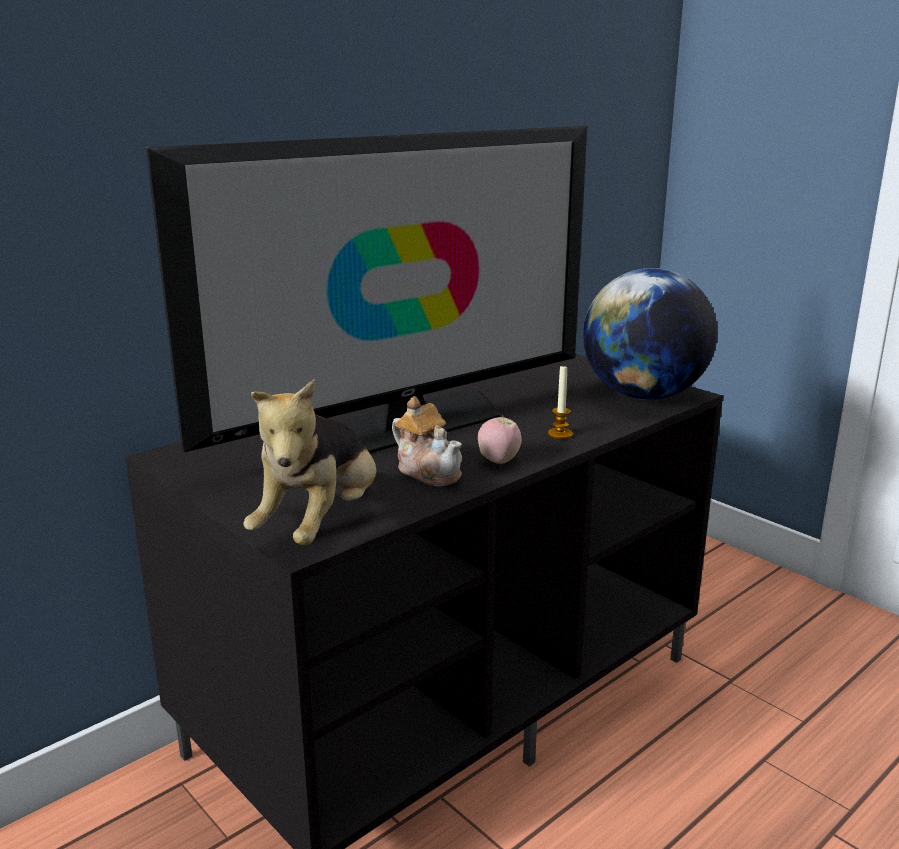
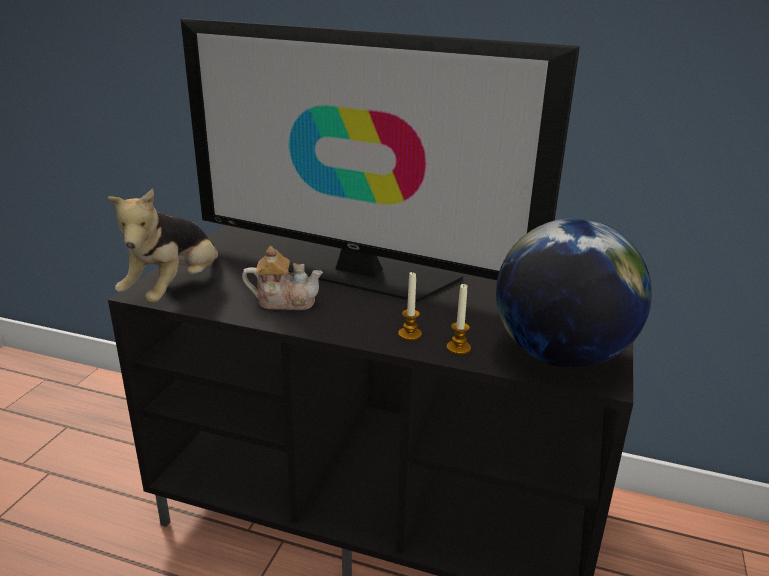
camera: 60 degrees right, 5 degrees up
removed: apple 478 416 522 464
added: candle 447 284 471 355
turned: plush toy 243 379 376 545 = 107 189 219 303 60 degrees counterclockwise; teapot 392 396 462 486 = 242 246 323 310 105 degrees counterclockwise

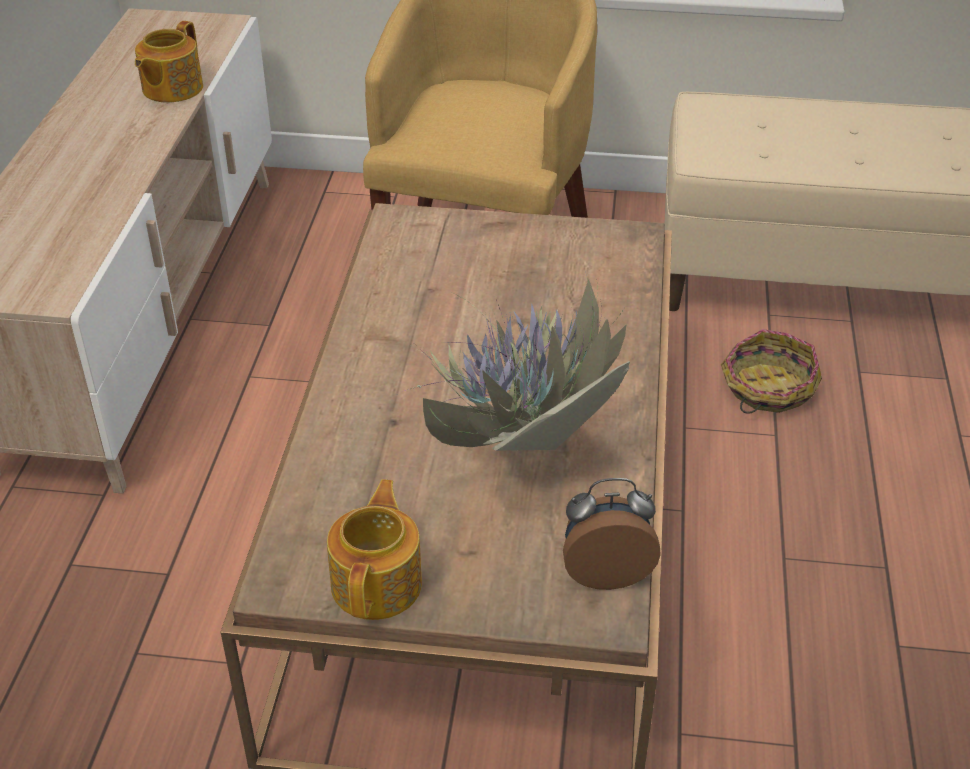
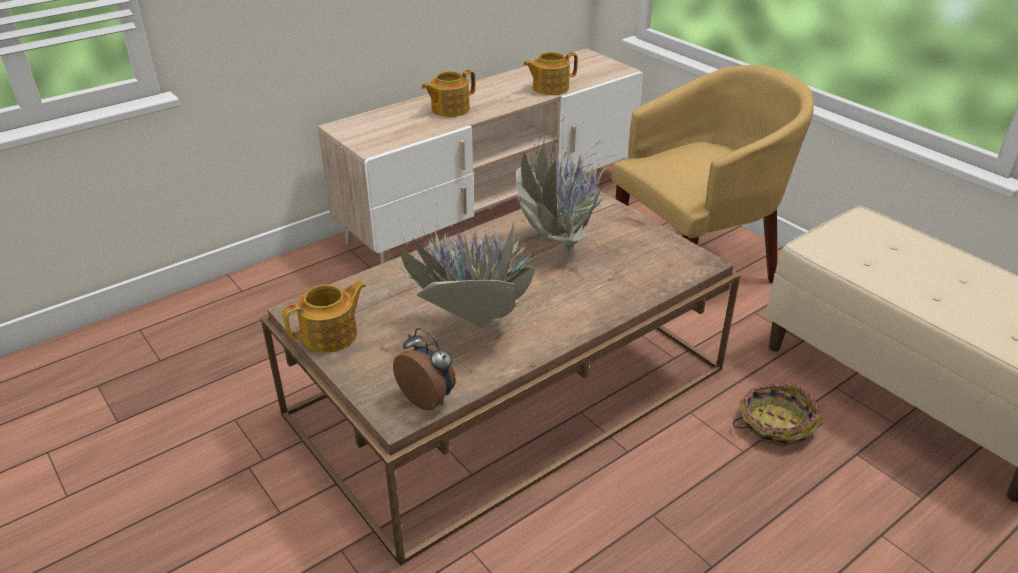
camera: 45 degrees right, 5 degrees down
added: teapot 422 70 475 117; potted plant 516 109 647 254

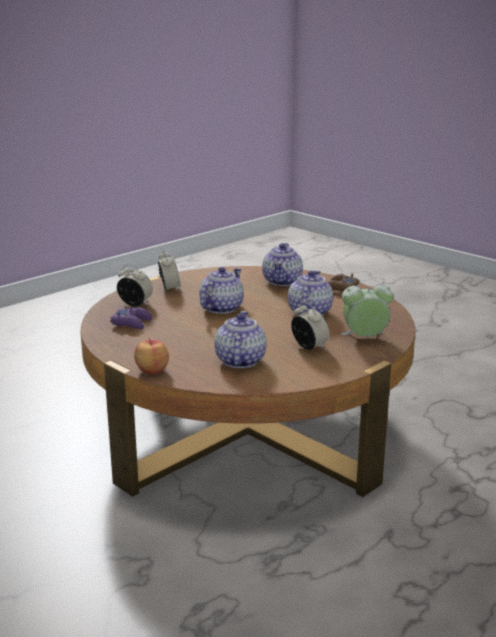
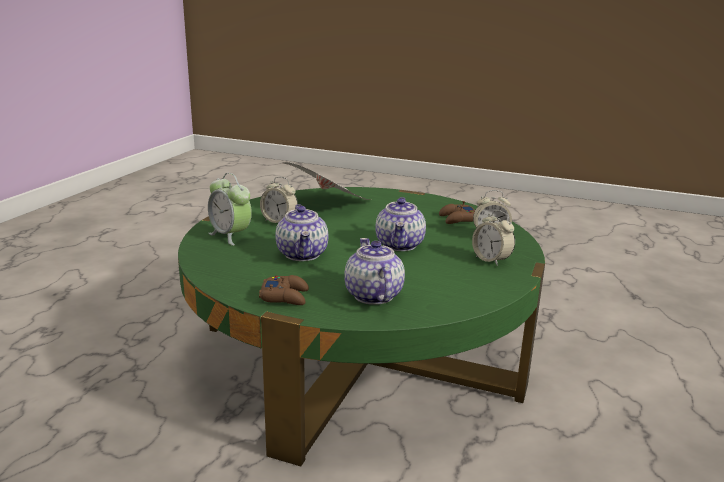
camera: 155 degrees right, 0 degrees up
removed: apple 134 338 169 374
replaced: teapot 215 311 267 368 to newspaper 284 162 369 200
recoloured: coffee table/brown 81 266 415 497 to coffee table/green 178 187 545 466; game controller/purple 110 307 152 329 to game controller/brown 439 201 475 224
turned: alarm clock 342 279 394 337 = 208 173 252 246 75 degrees clockwise

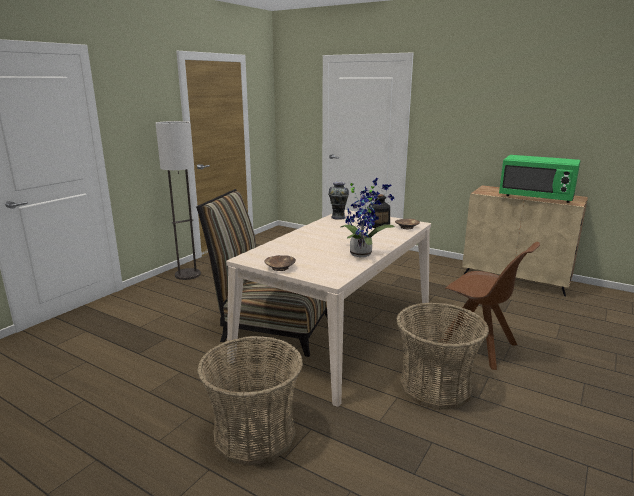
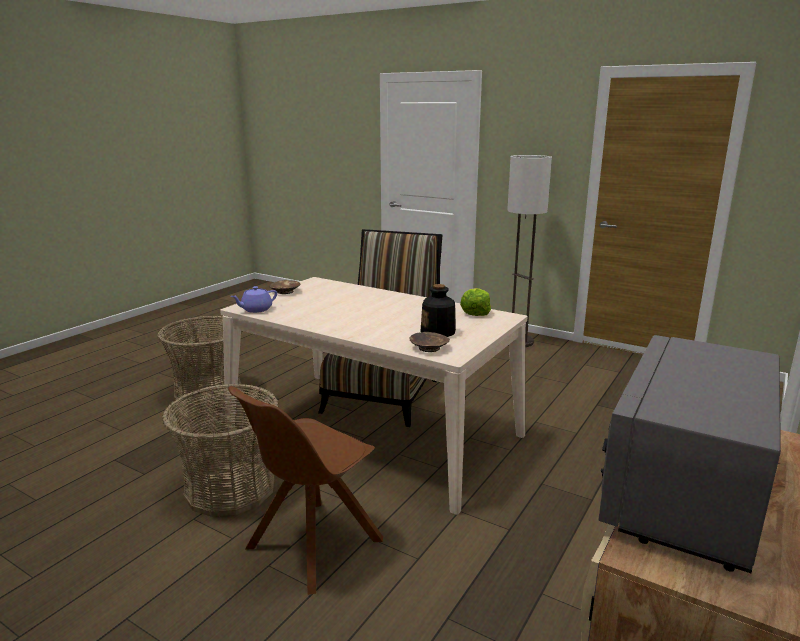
camera: 90 degrees right, 0 degrees up
removed: potted plant 341 178 395 257
added: teapot/purple 231 286 277 313
replaced: vase 328 182 349 220 to lettuce 460 288 491 316
recoloured: microwave/green 499 155 580 203 to microwave/grey 598 335 781 573

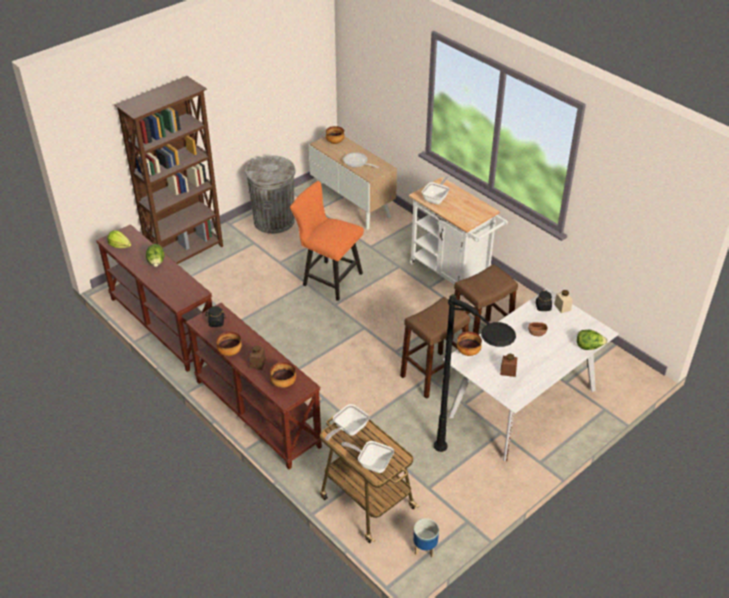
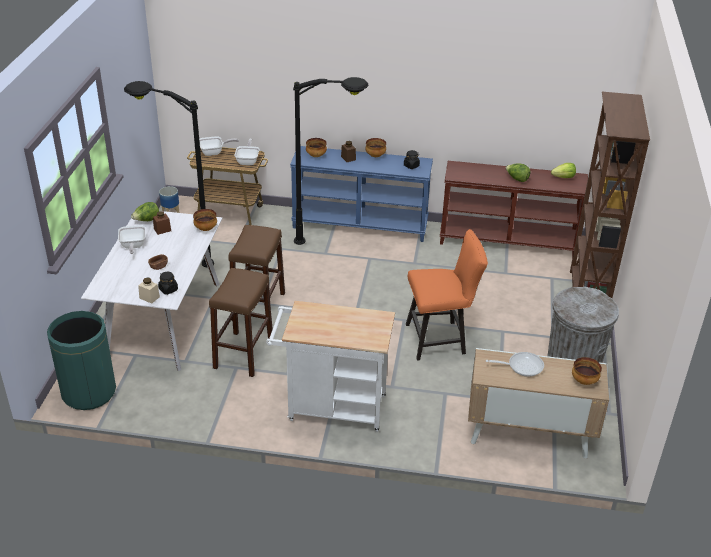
camera: 140 degrees right, 5 degrees down
added: floor lamp/black 293 77 369 245; trash can/green 47 311 116 410
moved: frying pan 422 176 450 204 to 118 225 145 254; lettuce 577 330 608 350 to 131 202 159 221
recoloured: console table/brown 185 303 322 469 to console table/blue 290 146 433 242

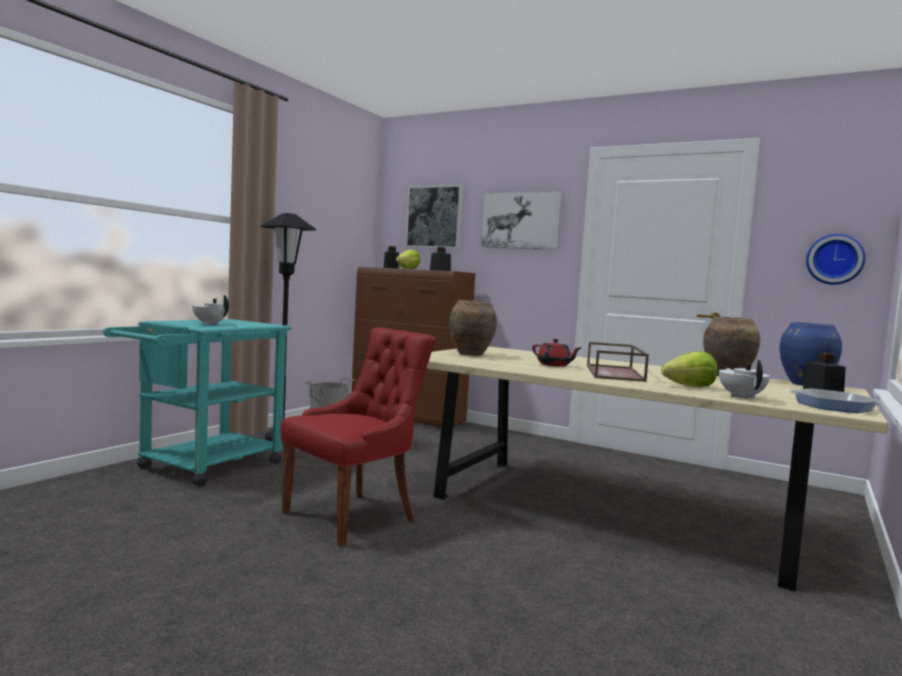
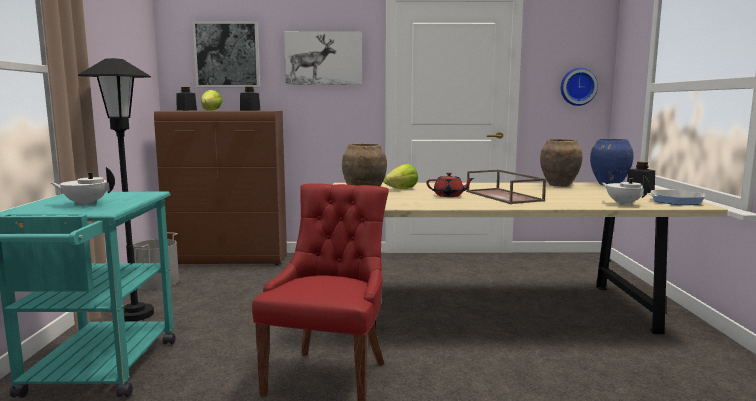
camera: 30 degrees left, 5 degrees up
moved: lettuce 661 351 717 387 to 384 164 418 189

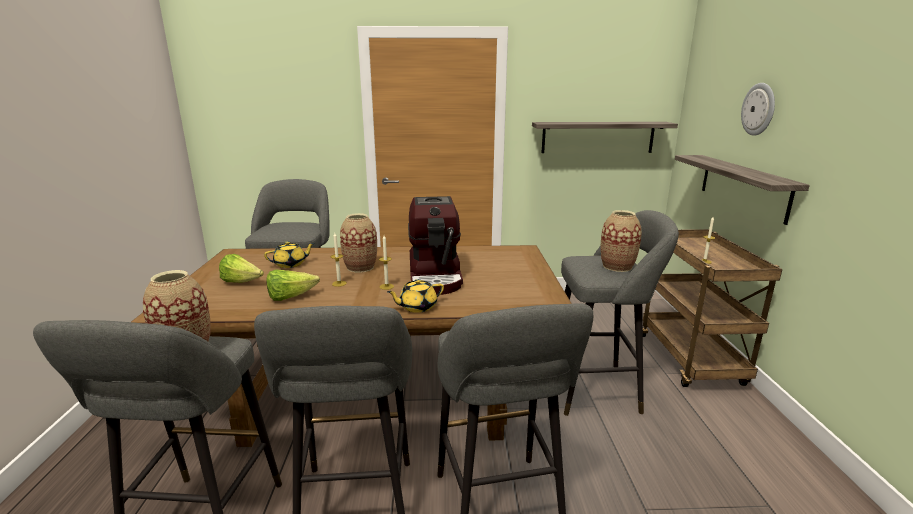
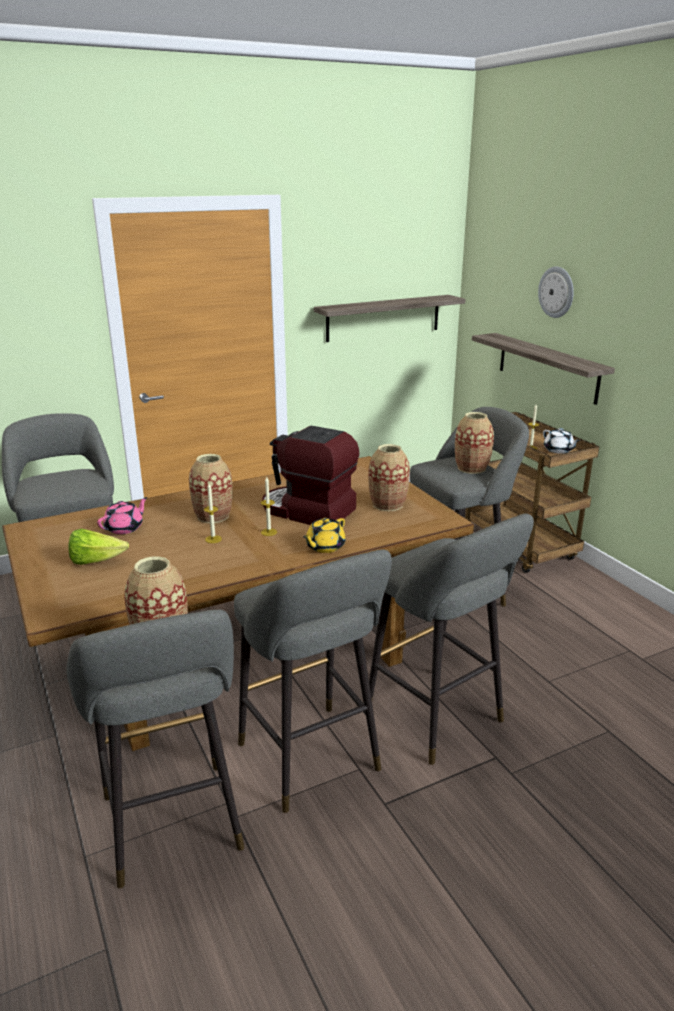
camera: 25 degrees left, 5 degrees up
removed: lettuce 267 269 320 301
added: teapot/white 543 428 580 454; vase 368 444 410 511
recoloured: teapot/yellow 264 241 314 268 to teapot/pink 97 497 148 534
turned: coffee machine 408 196 463 295 = 263 426 359 525 150 degrees clockwise

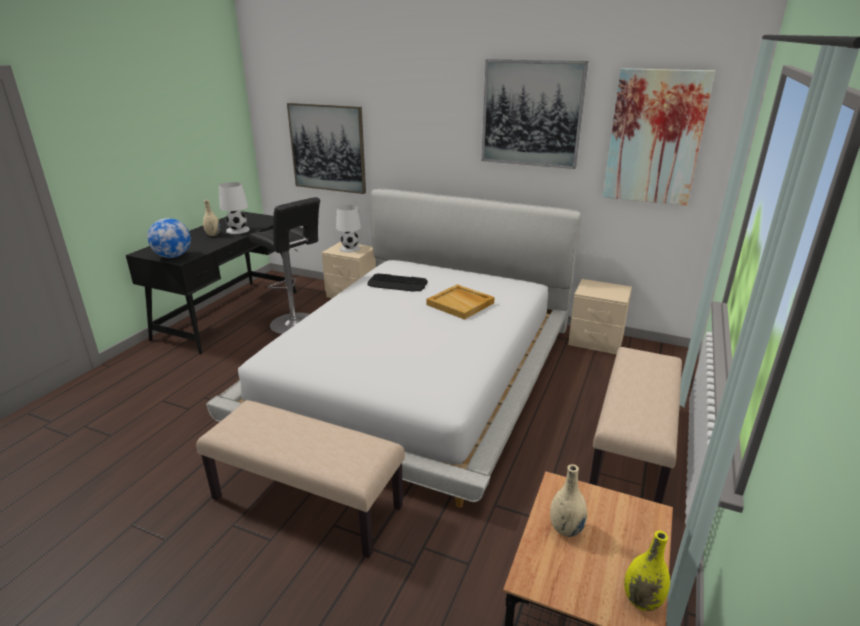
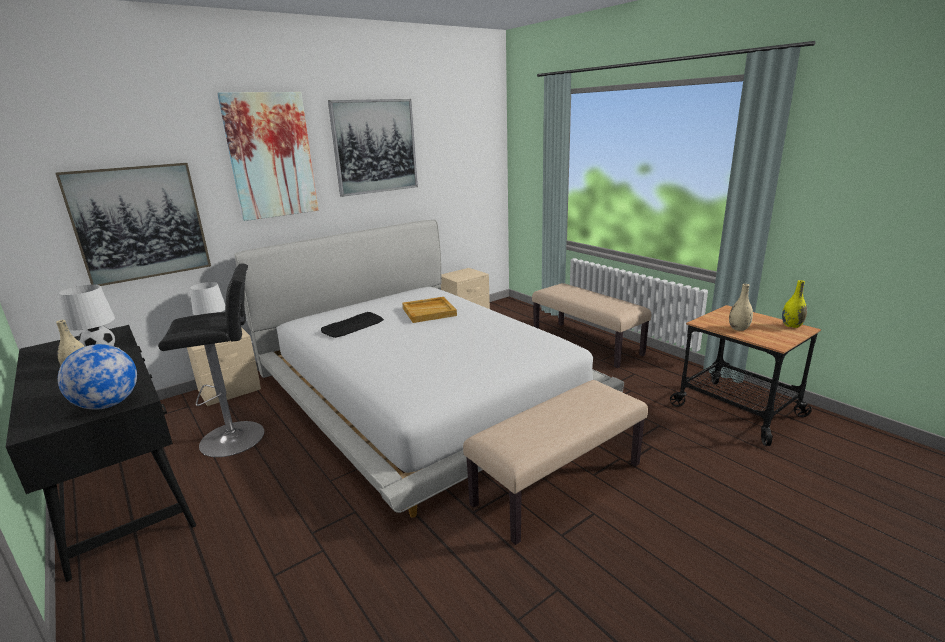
camera: 60 degrees left, 5 degrees down
moved: picture 603 68 715 206 to 217 92 319 221

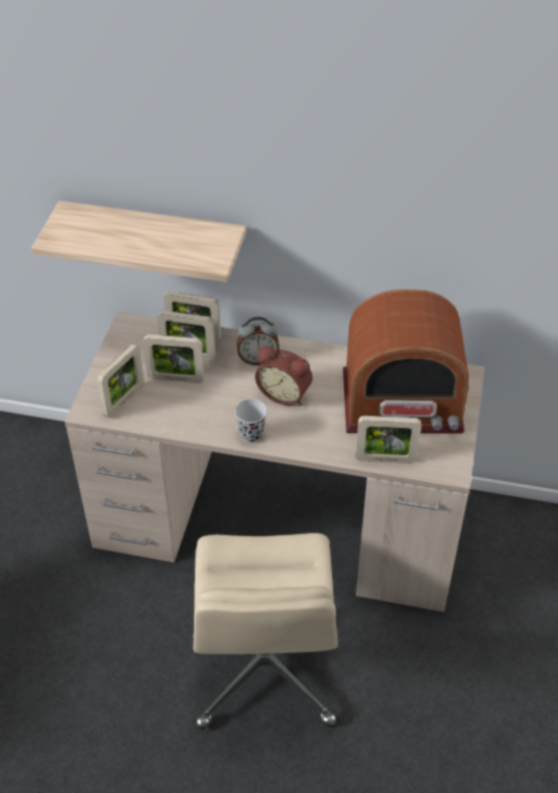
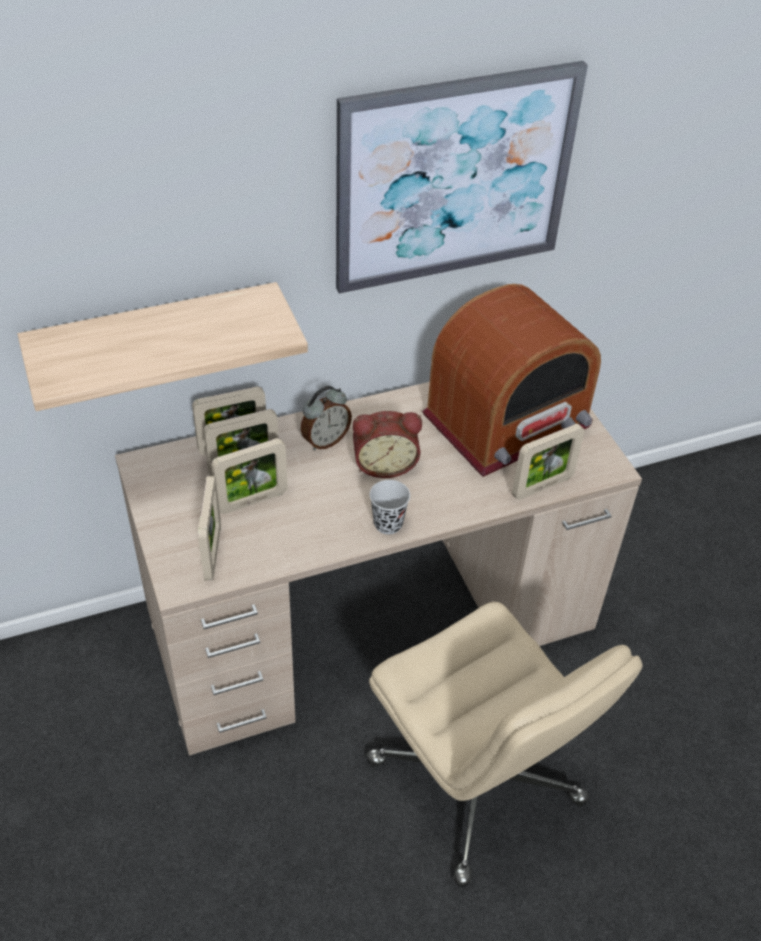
camera: 35 degrees left, 0 degrees up
added: picture 336 61 588 294

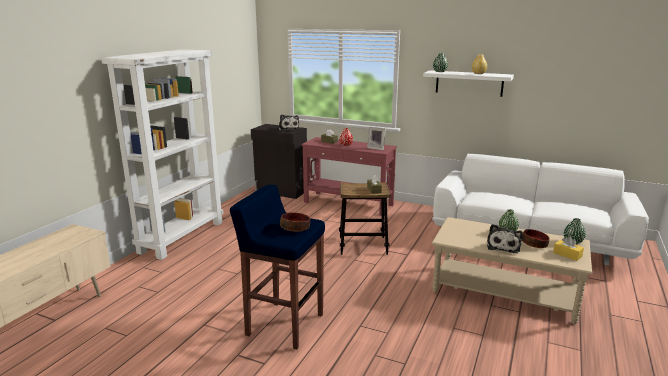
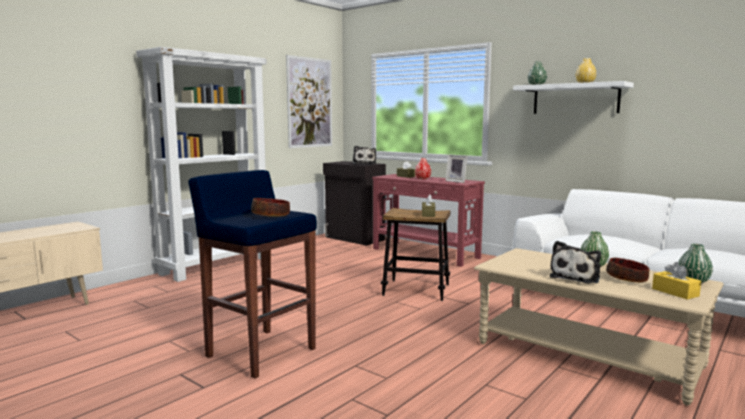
camera: 15 degrees right, 10 degrees down
added: picture 286 55 332 148

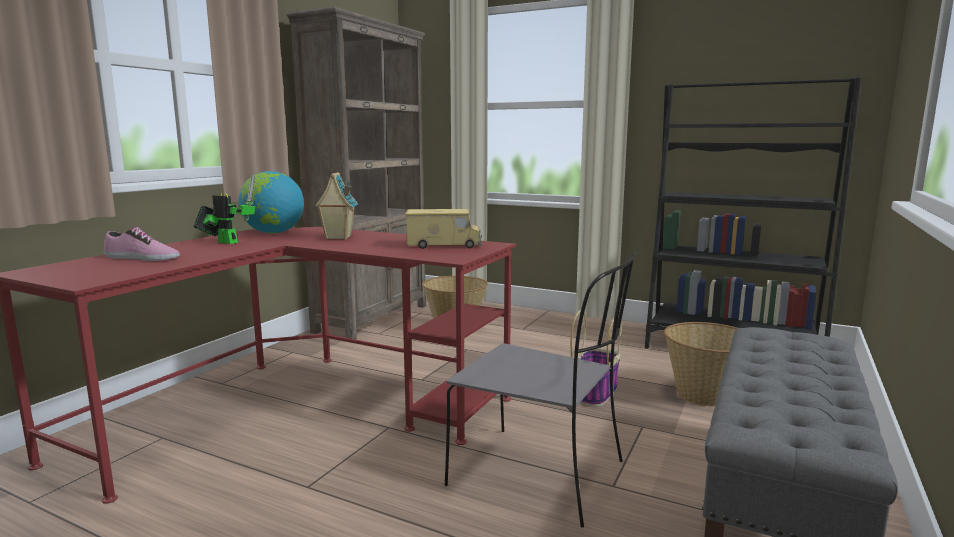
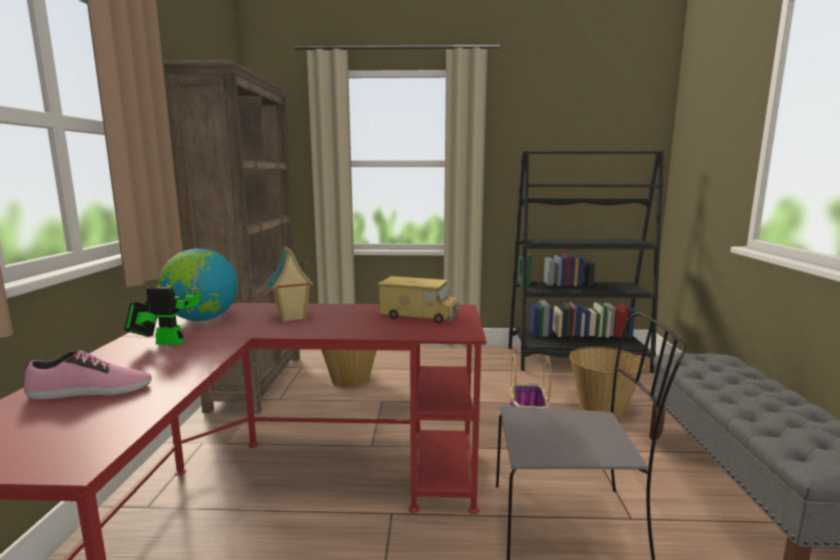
camera: 25 degrees left, 0 degrees up
turned: toy truck 405 209 482 249 = 377 276 460 323 45 degrees clockwise

